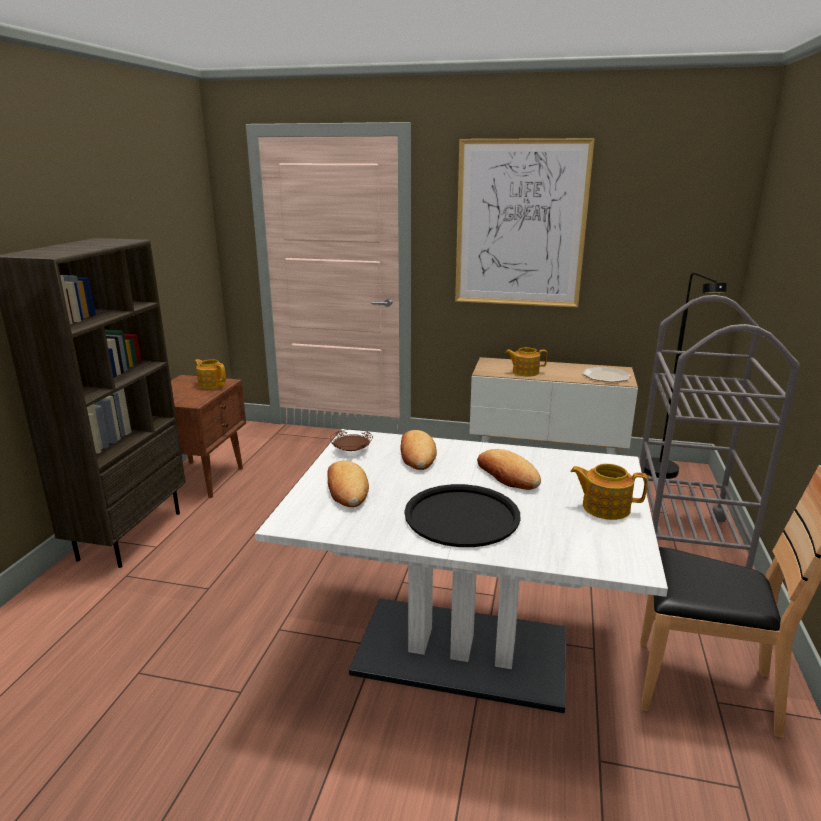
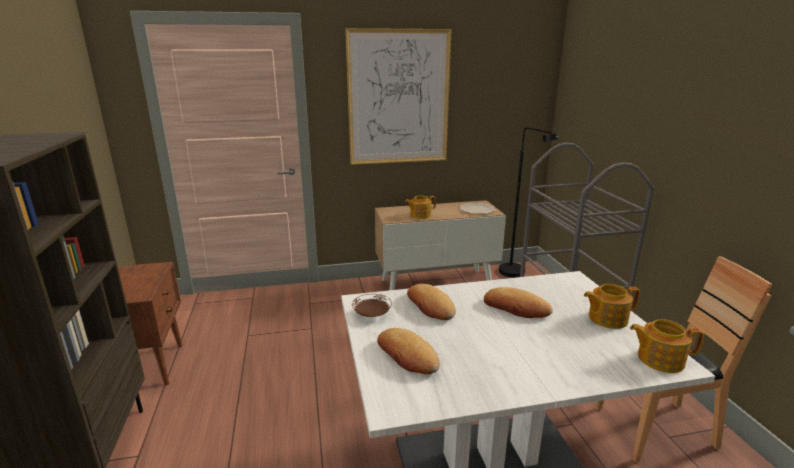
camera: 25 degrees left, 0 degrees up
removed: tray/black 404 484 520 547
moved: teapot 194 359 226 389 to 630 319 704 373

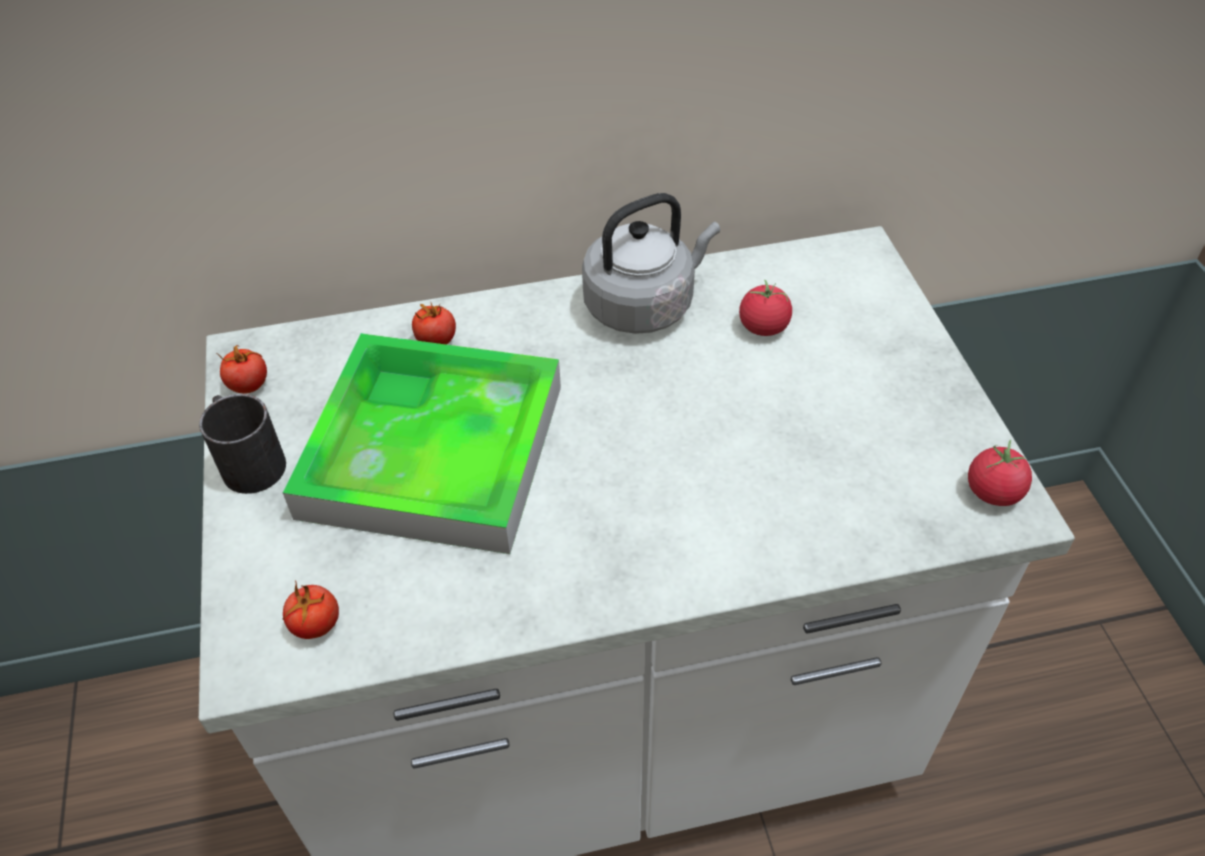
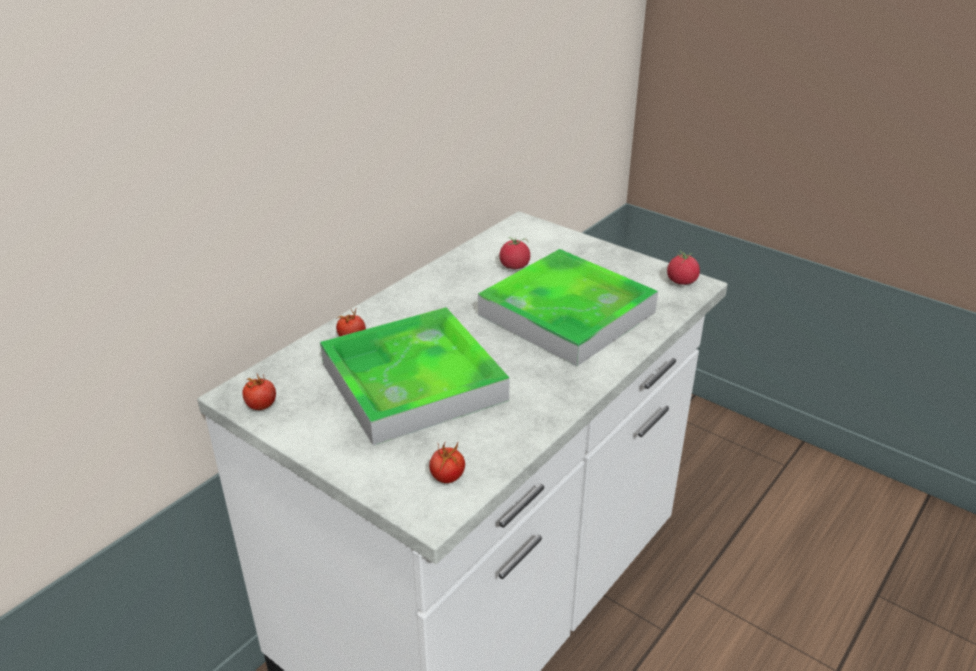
camera: 40 degrees left, 15 degrees down
removed: kettle/grey 582 193 720 334; mug/black 199 394 286 494
added: tray 478 249 658 366

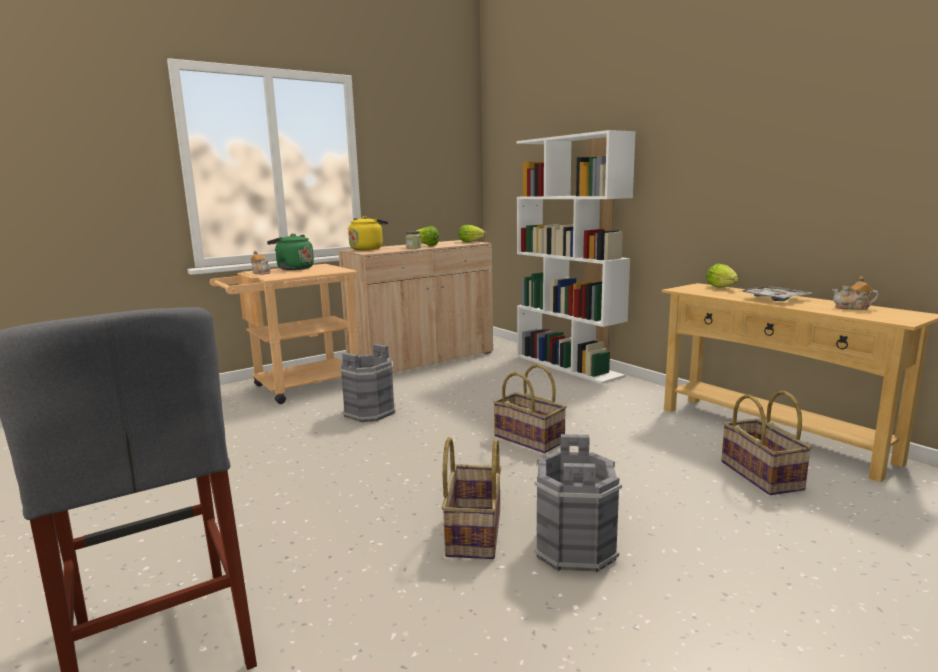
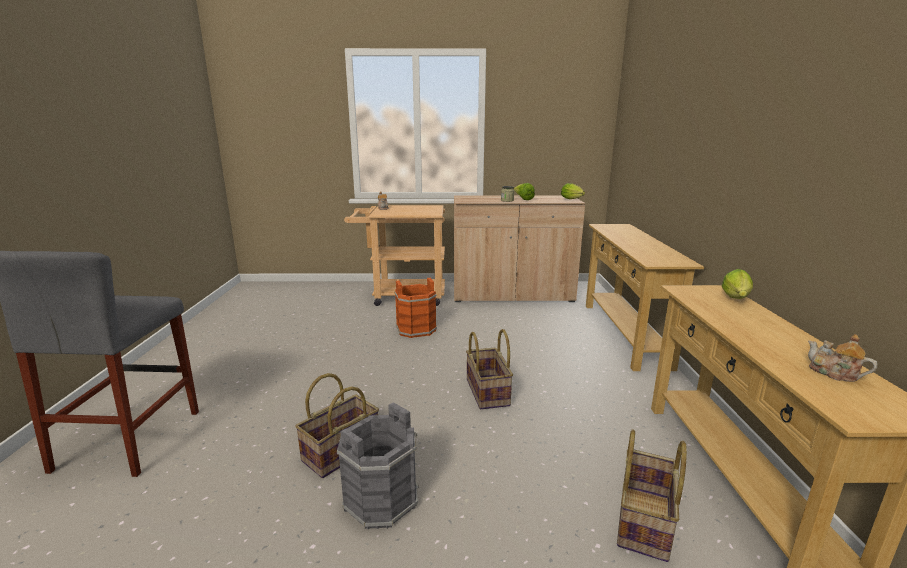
camera: 35 degrees right, 5 degrees up
removed: kettle/yellow 348 216 388 250; kettle/green 267 234 314 270; tray 738 286 812 301
replaced: bookcase/white 516 130 636 384 to console table/beige 586 224 704 371
recoloured: bucket/grey 339 344 395 422 to bucket/orange 395 278 437 338

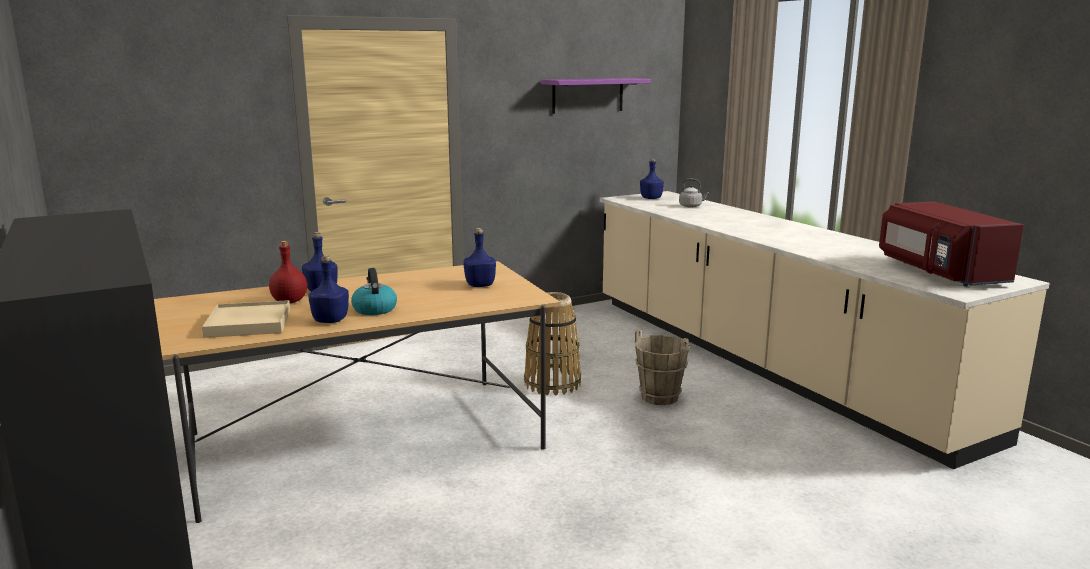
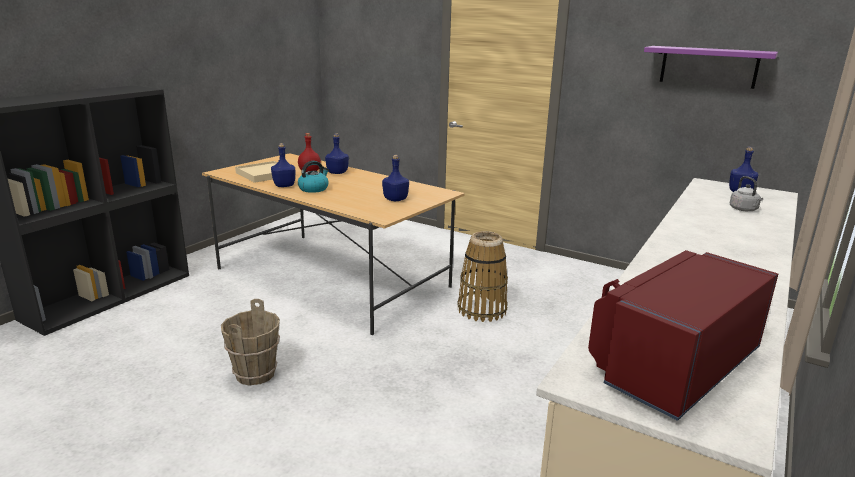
camera: 60 degrees right, 5 degrees up
moved: bucket/brown 635 327 690 405 to 221 299 280 386

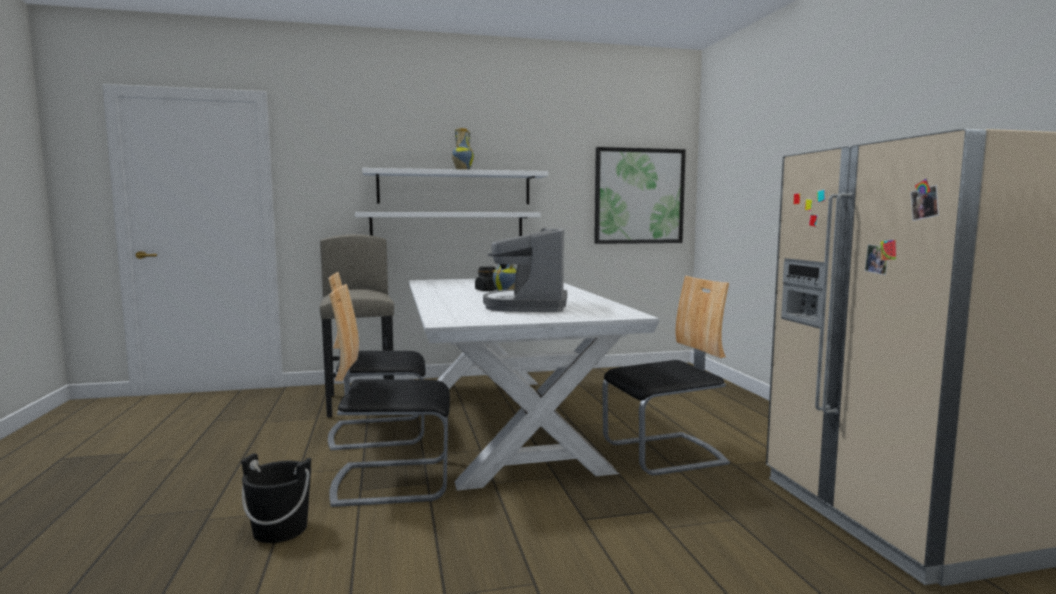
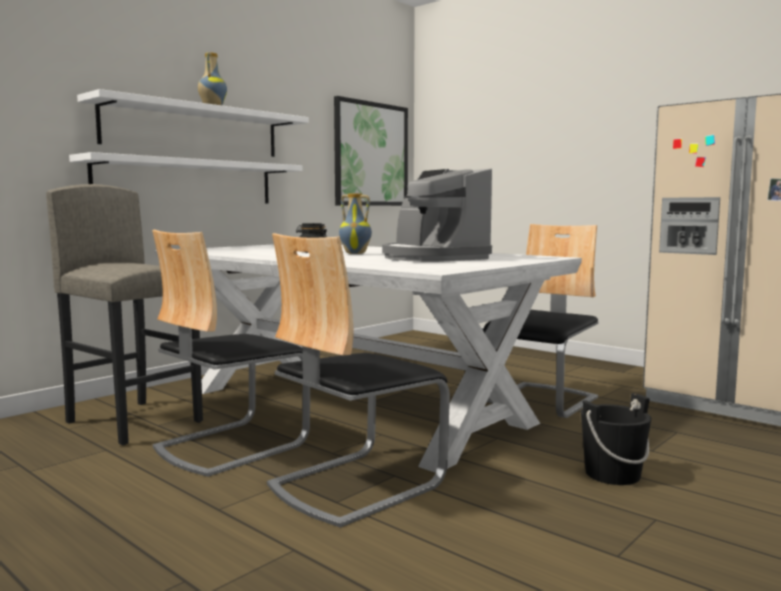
camera: 35 degrees left, 0 degrees up
moved: bucket/black 241 453 311 543 to 581 393 651 485

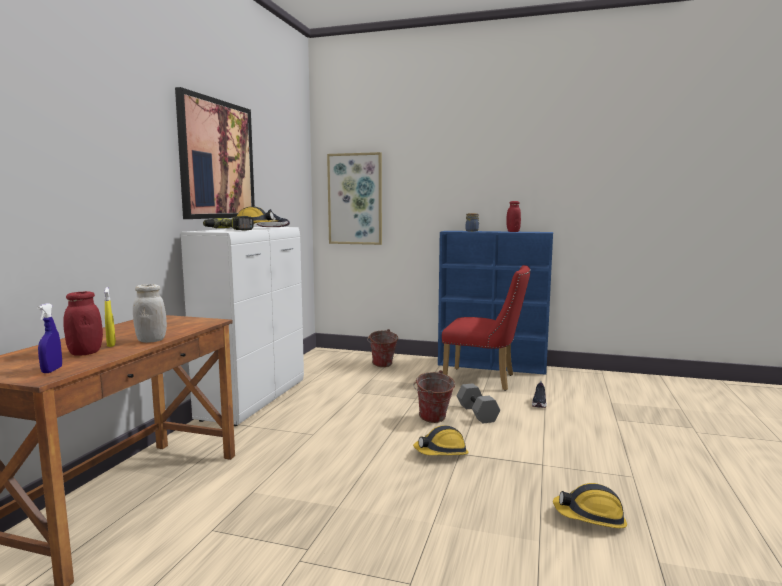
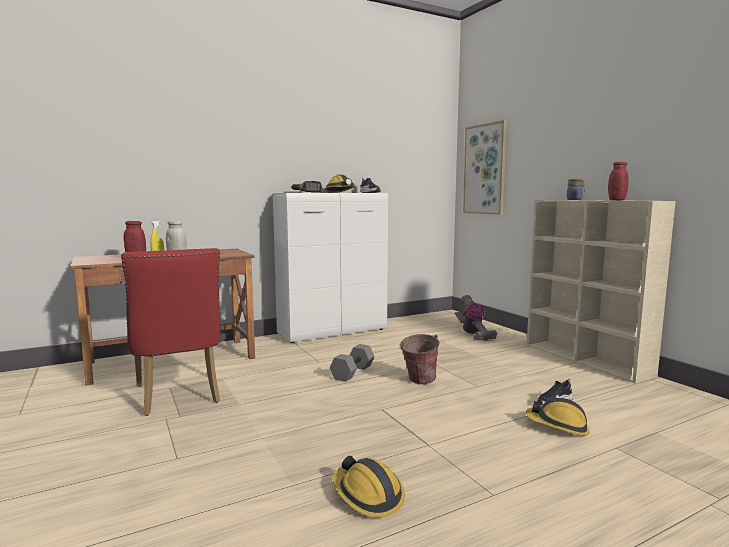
camera: 45 degrees right, 0 degrees up
removed: picture 175 87 255 219; spray bottle/blue 37 303 62 373
moved: chair/red 442 265 530 391 to 121 248 221 416; dumbbell/grey 457 383 500 423 to 330 344 375 382; hard hat 413 425 469 455 to 526 398 590 436
replaced: bucket 367 329 398 367 to vacuum cleaner 455 295 497 341
recoloured: bookcase/blue 438 231 553 375 to bookcase/beige 527 200 675 384

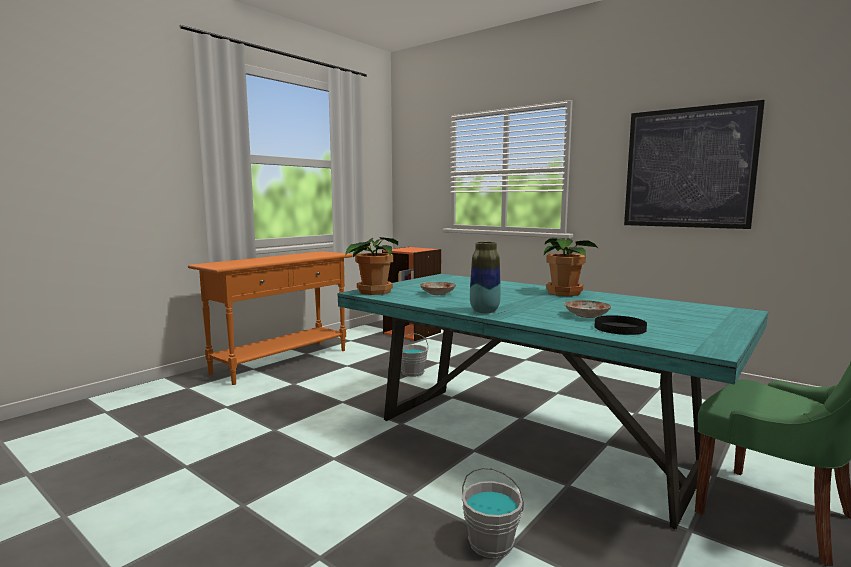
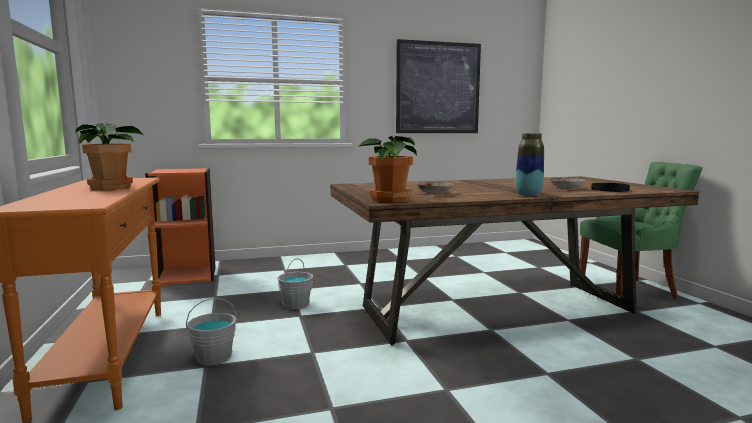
camera: 55 degrees left, 0 degrees up
moved: potted plant 544 238 599 296 to 75 123 143 190; bucket/grey 462 468 524 558 to 186 298 237 365
recoloured: dining table/turquoise 337 274 768 529 to dining table/brown 330 176 699 345

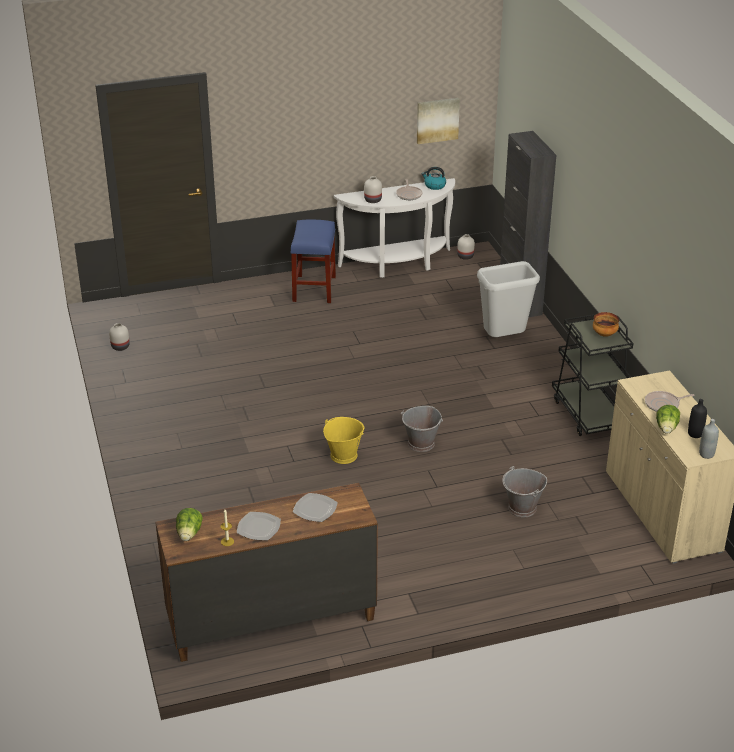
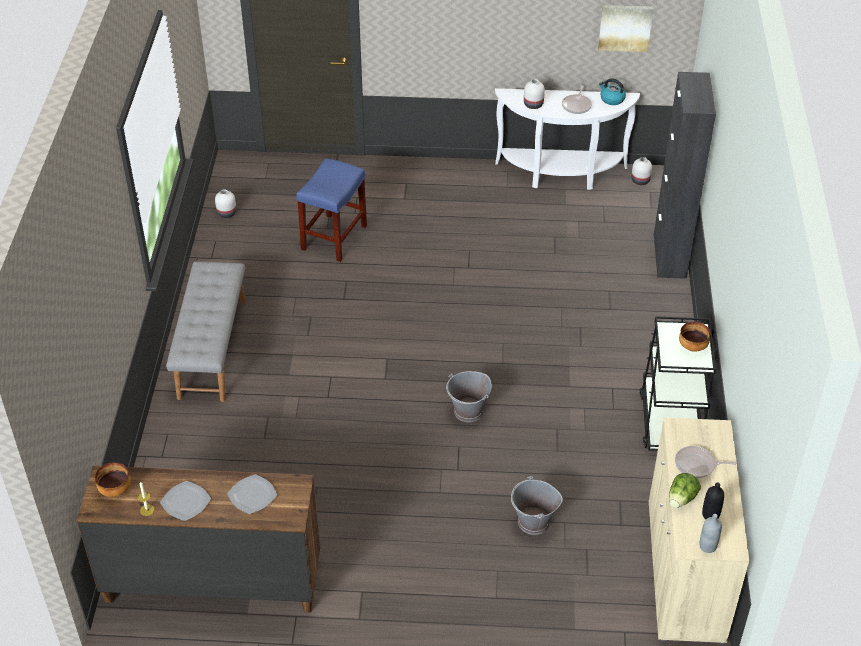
camera: 20 degrees right, 10 degrees up
removed: trash can/grey 477 261 540 337; bucket/yellow 323 417 364 464
added: bench/grey 166 262 246 402
moved: stool/blue 290 219 336 303 to 296 158 367 262
replaced: lettuce 176 508 203 541 to bowl 95 462 131 497

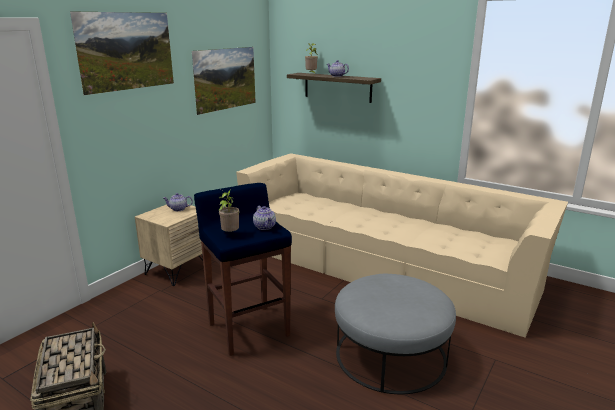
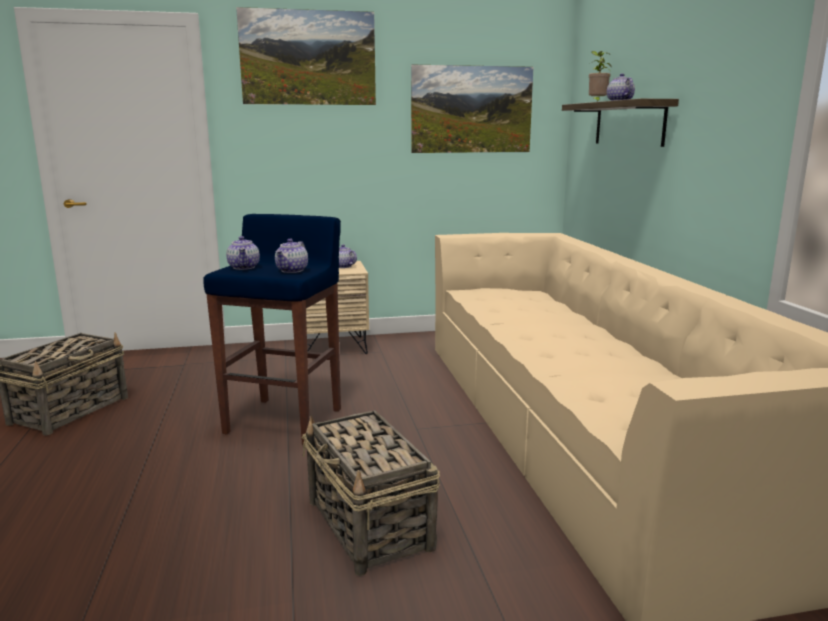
camera: 45 degrees right, 5 degrees down
replaced: potted plant 218 190 239 232 to teapot 226 236 260 270; ottoman/grey 335 274 456 394 to basket 302 410 440 576

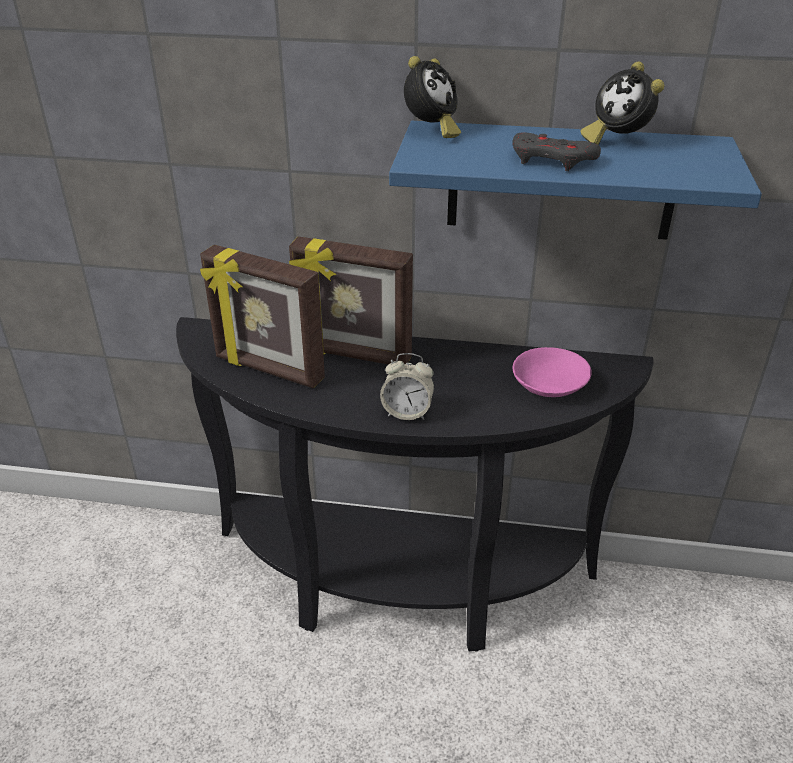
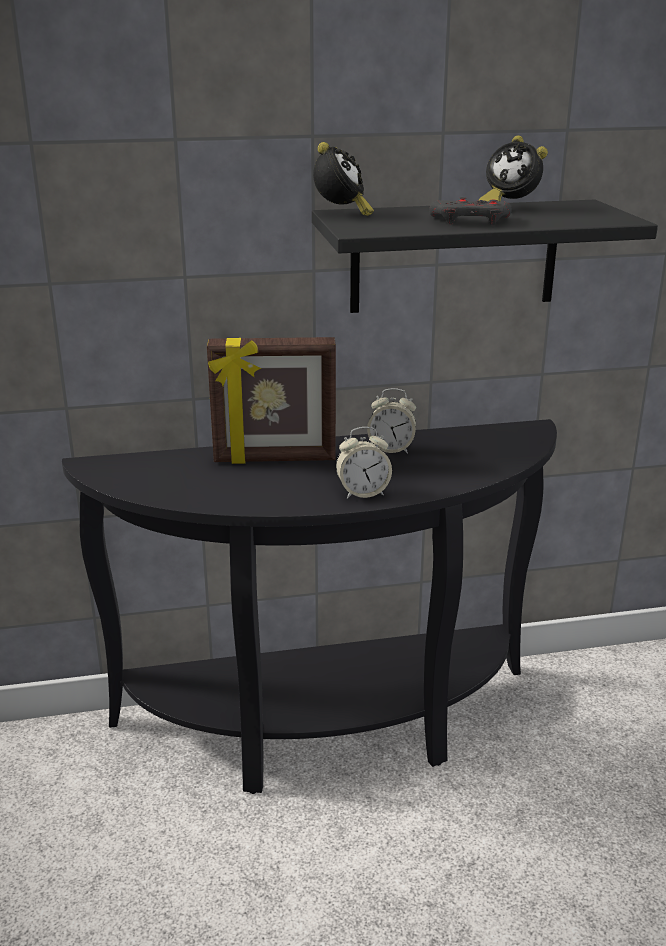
camera: 20 degrees left, 10 degrees down
removed: picture frame 200 245 325 388; bowl/pink 513 347 592 397
added: alarm clock 367 388 416 454
recoloured: shelf/blue 389 121 762 240 to shelf/black 312 200 658 313

